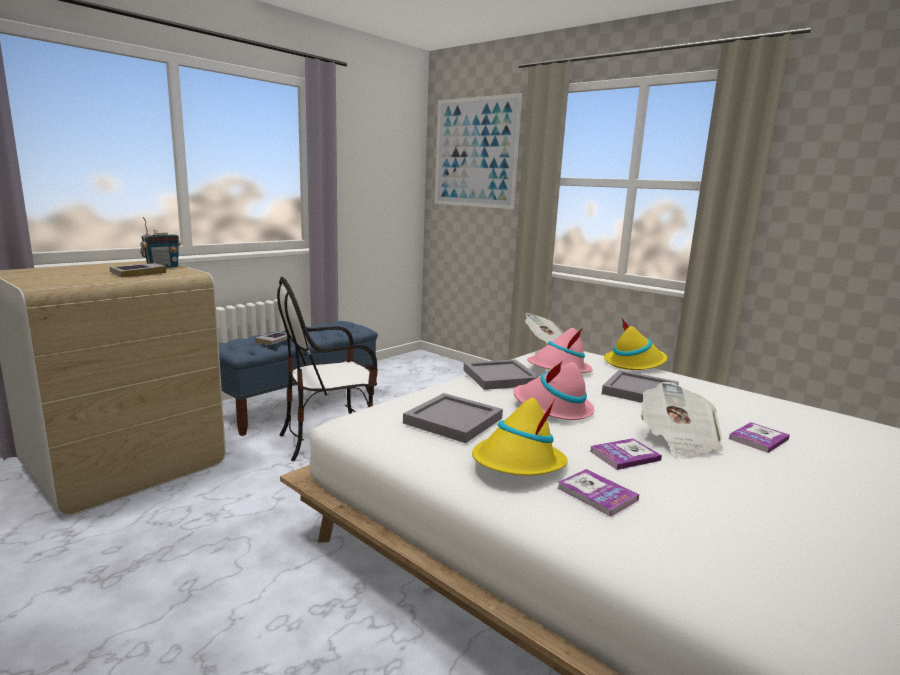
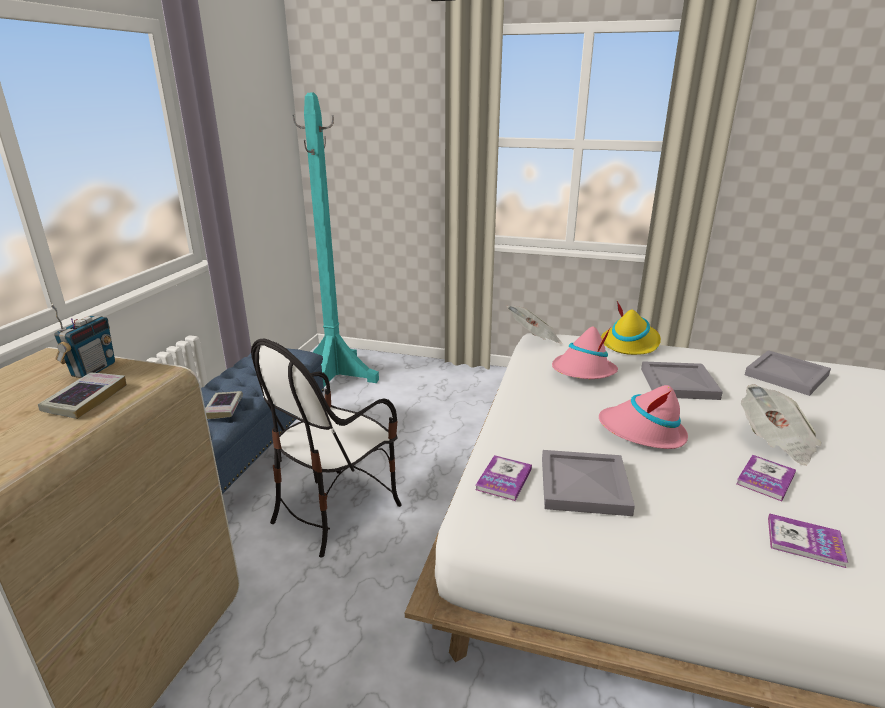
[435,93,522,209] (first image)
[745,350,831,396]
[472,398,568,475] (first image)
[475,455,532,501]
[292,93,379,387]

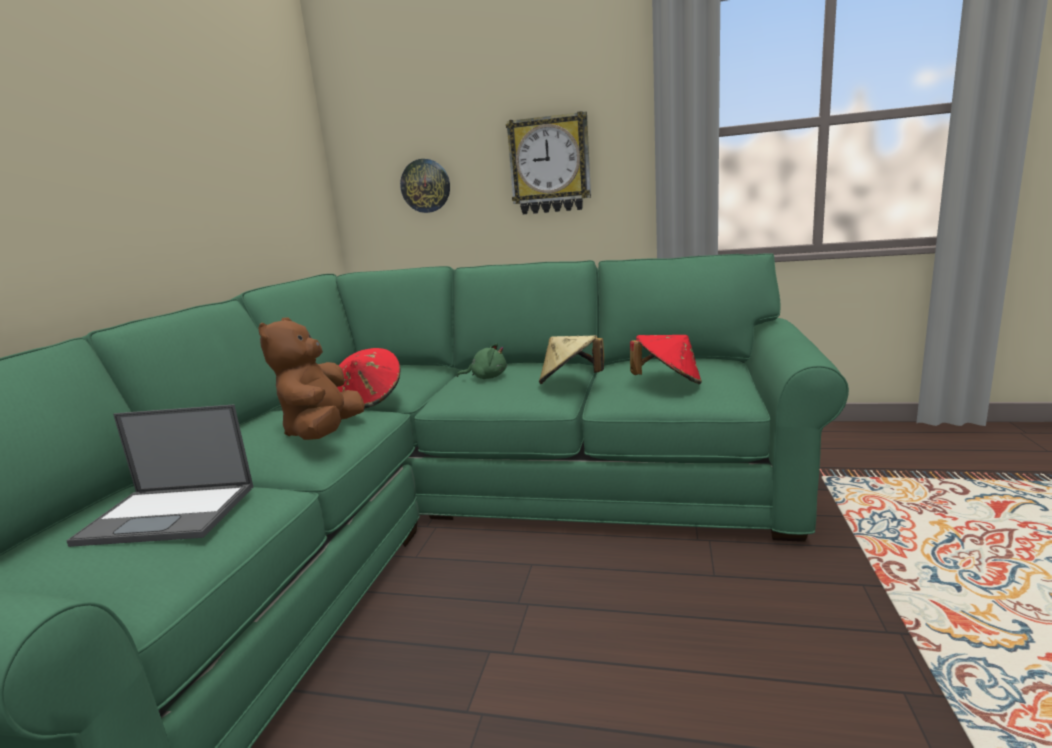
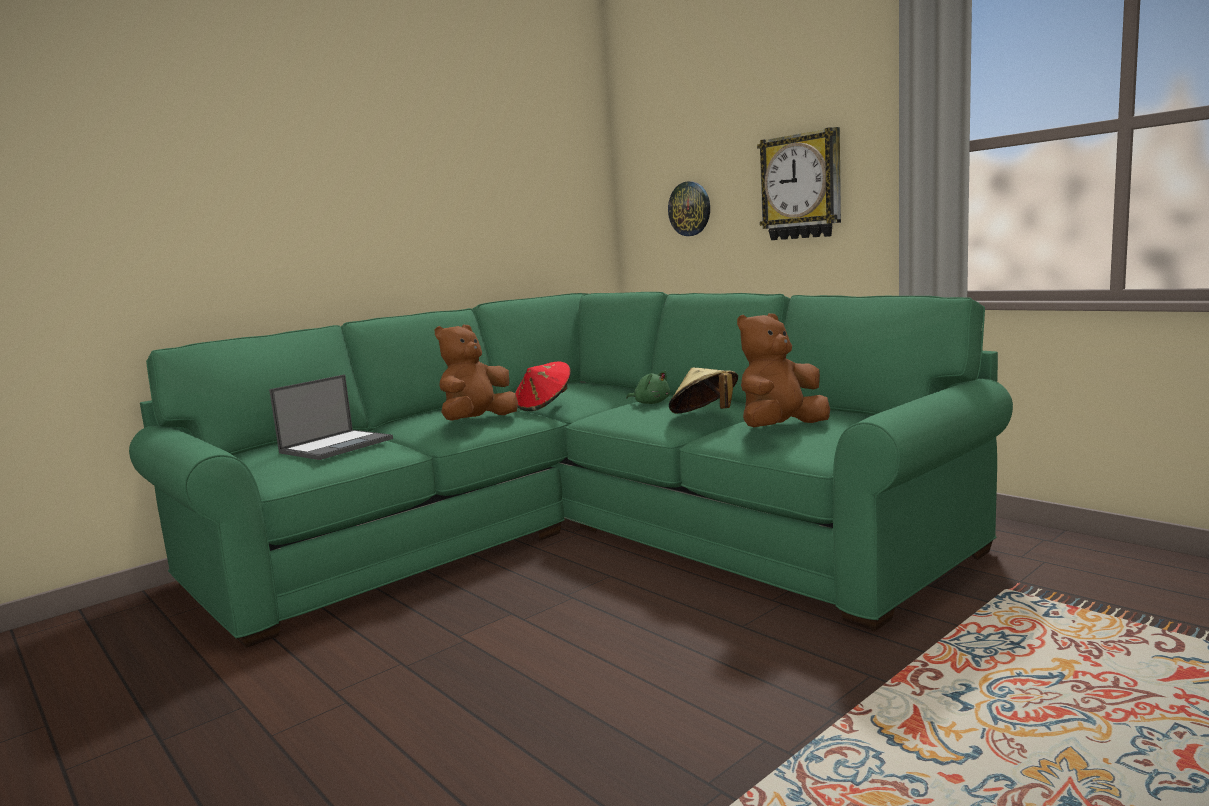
[269,374,393,460]
[737,313,830,427]

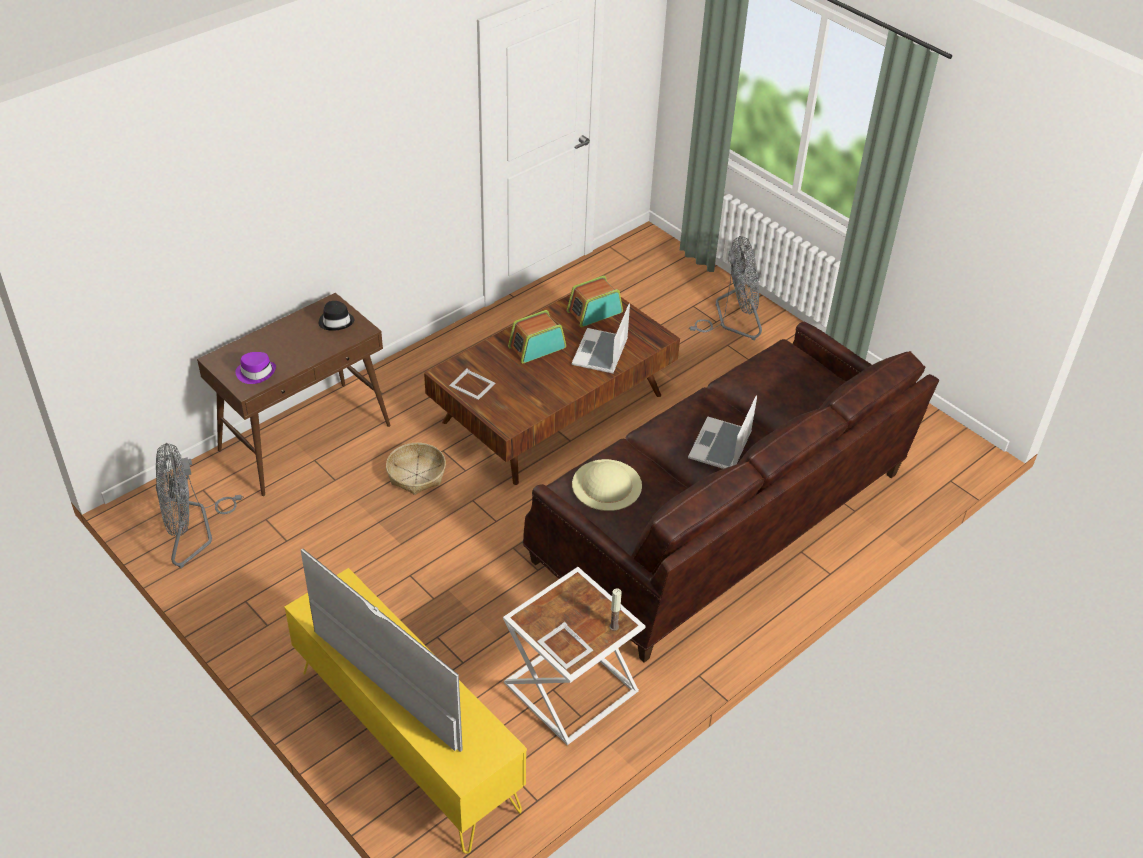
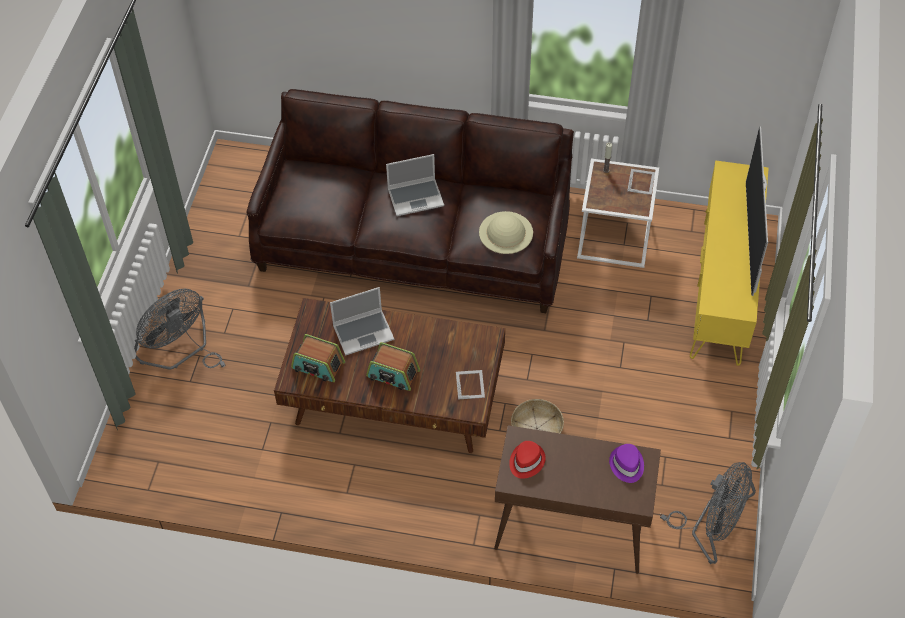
[509,441,546,479]

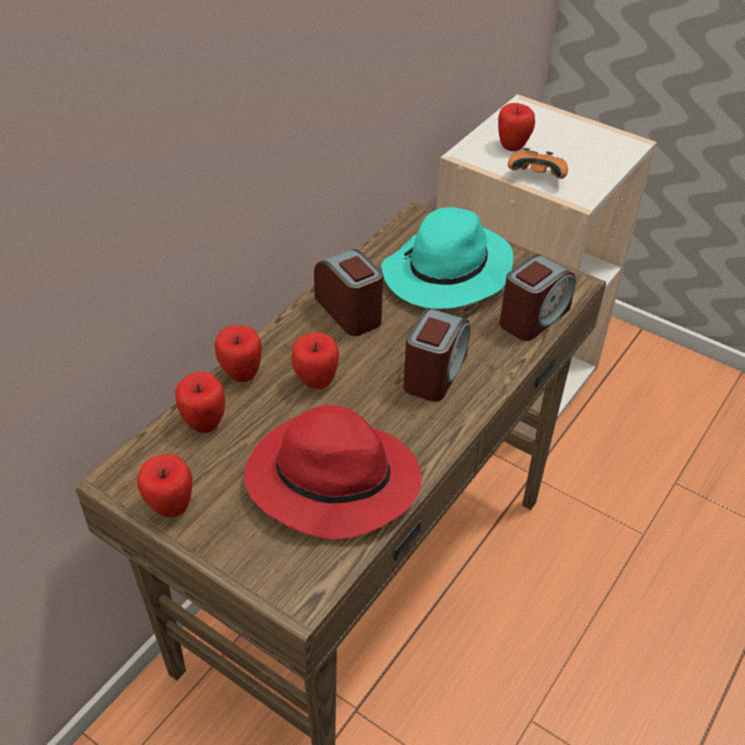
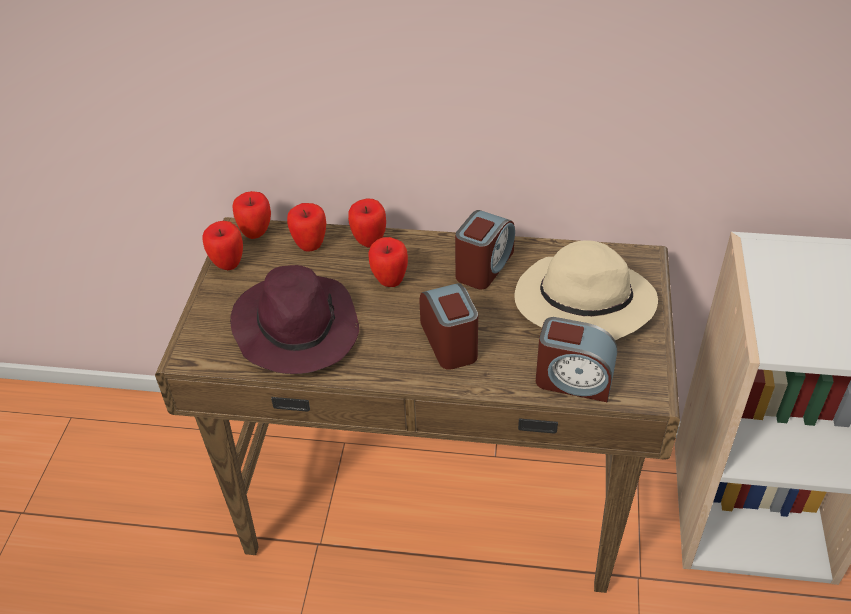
[230,265,359,374]
[514,241,658,340]
[420,283,478,370]
[232,191,271,239]
[508,148,568,179] (first image)

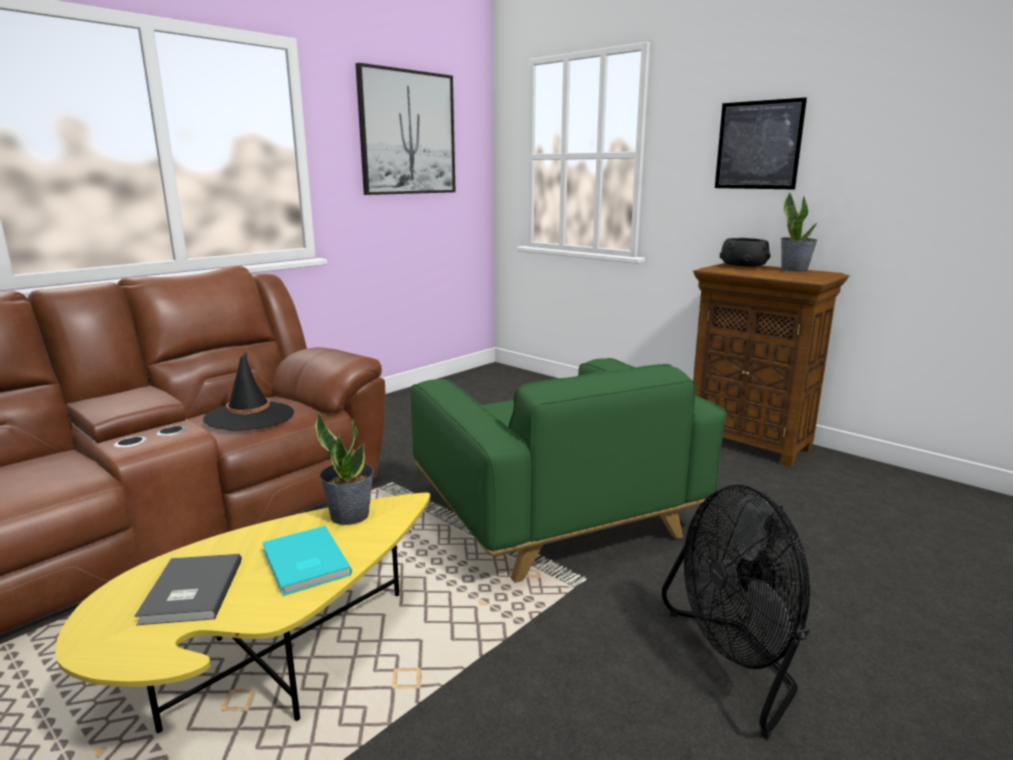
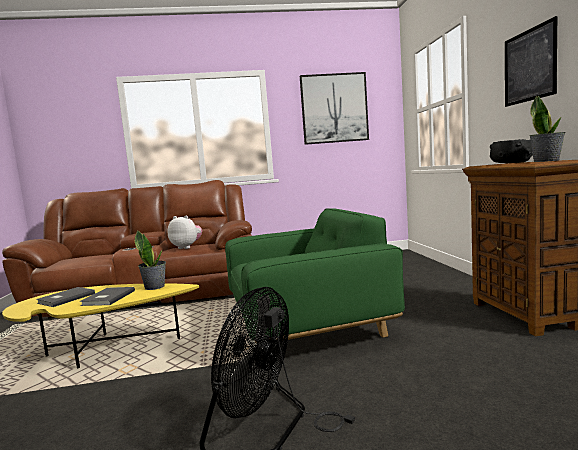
[167,216,202,249]
[80,287,135,306]
[225,208,405,344]

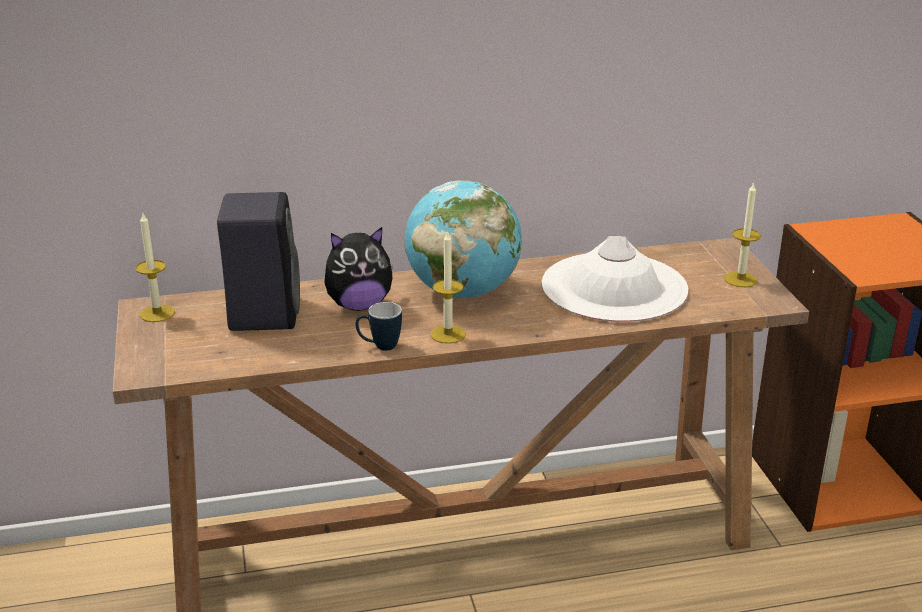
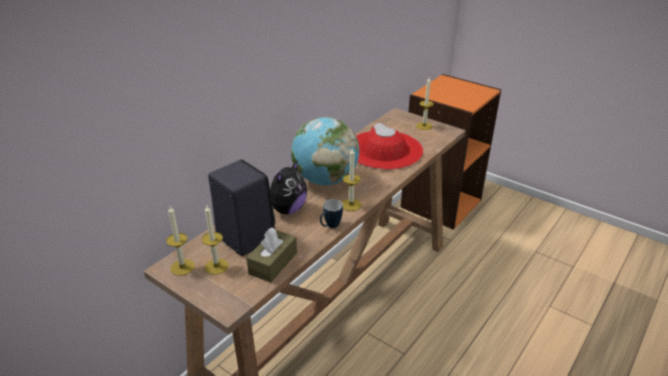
[356,123,423,170]
[202,205,229,275]
[247,227,297,283]

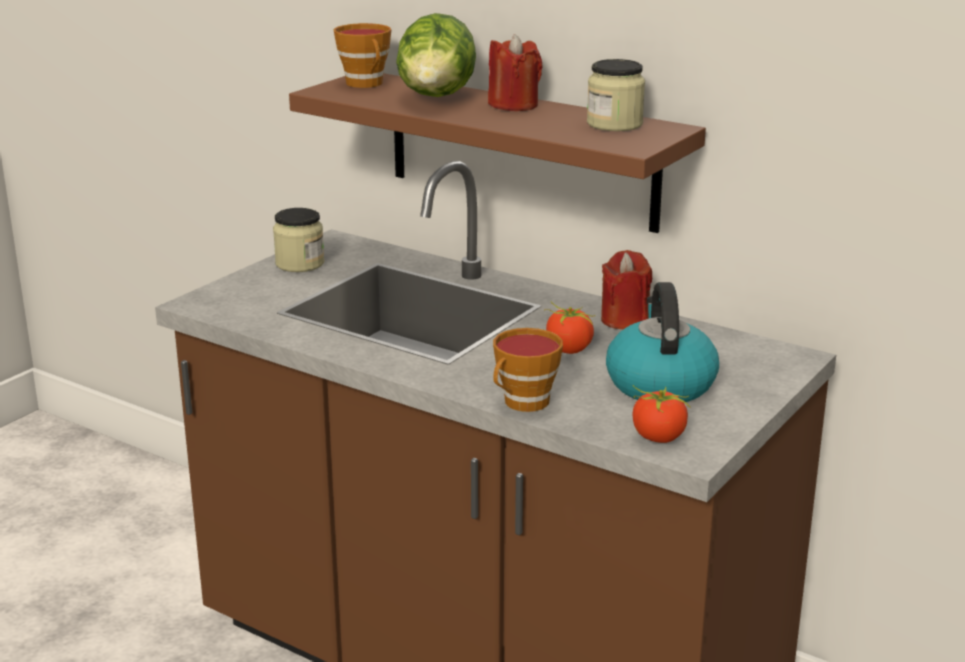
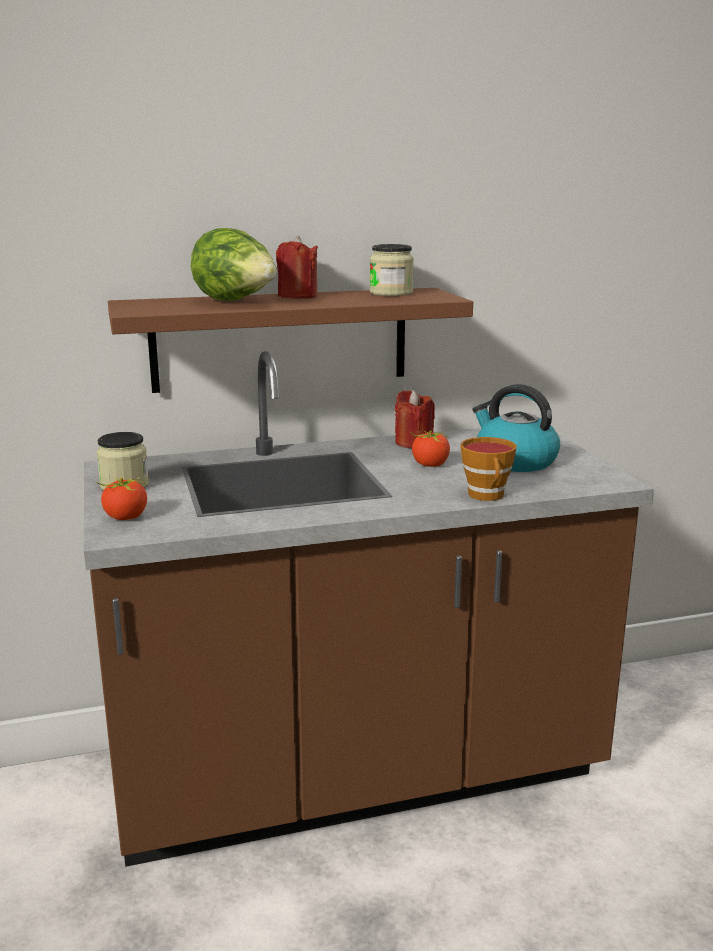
[334,23,391,88] (first image)
[96,477,147,520]

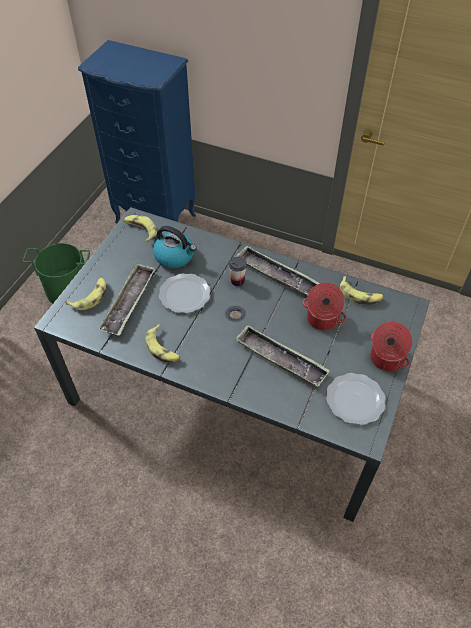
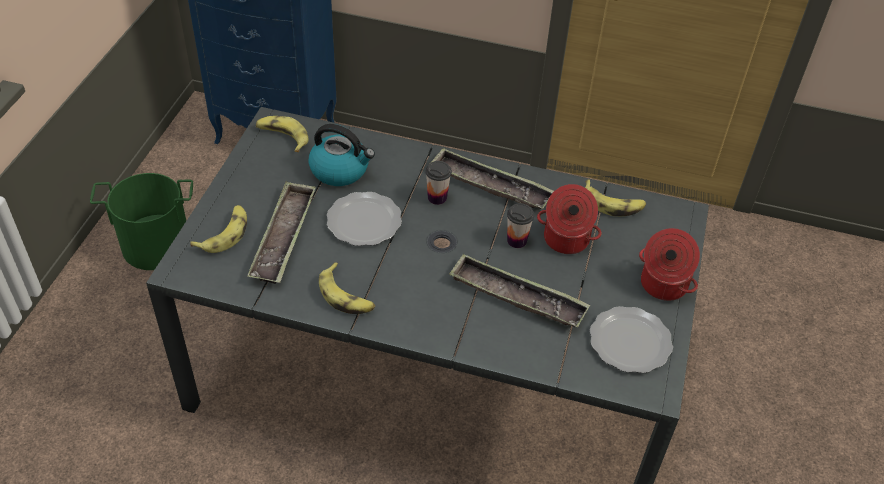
[507,203,534,248]

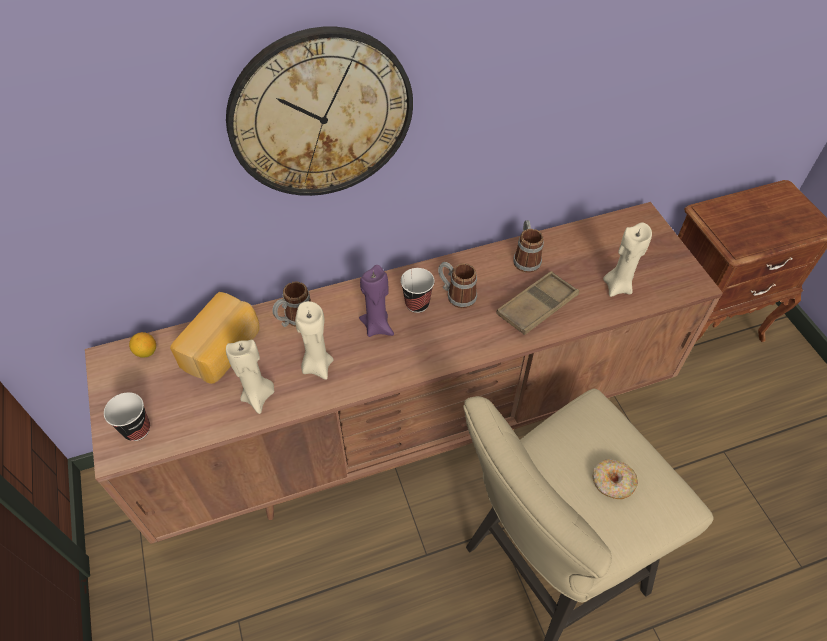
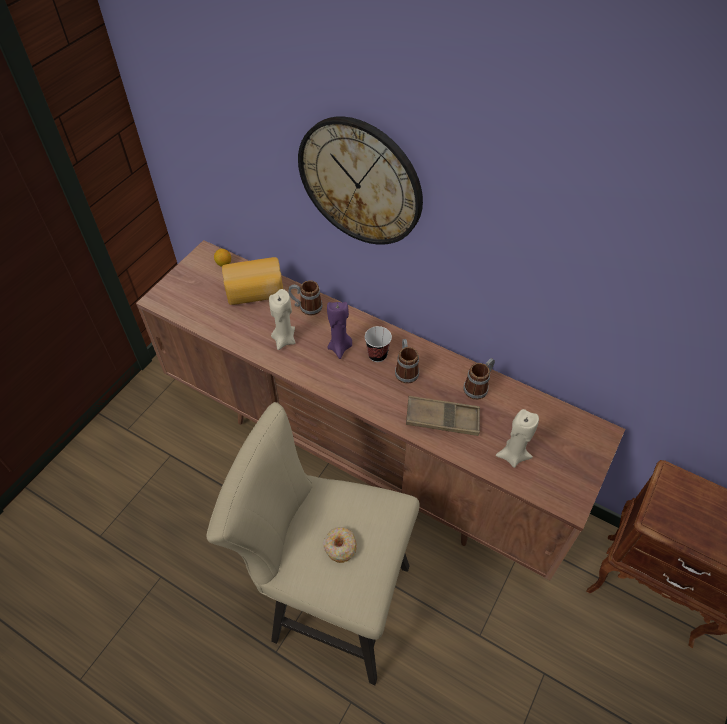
[104,392,150,441] (first image)
[226,339,274,414] (first image)

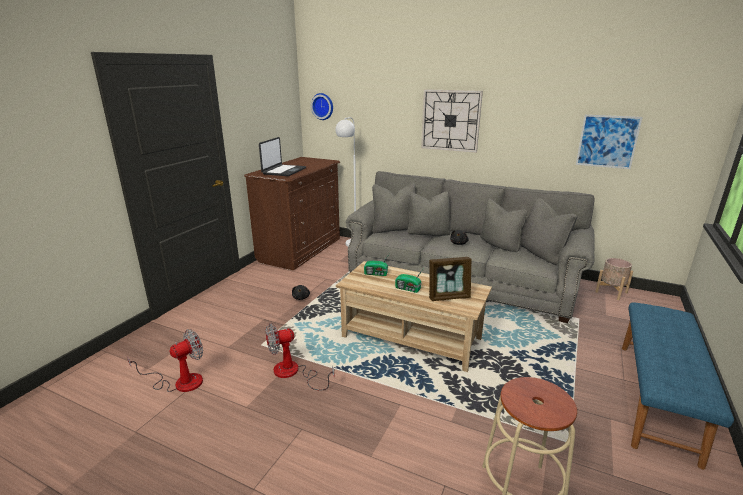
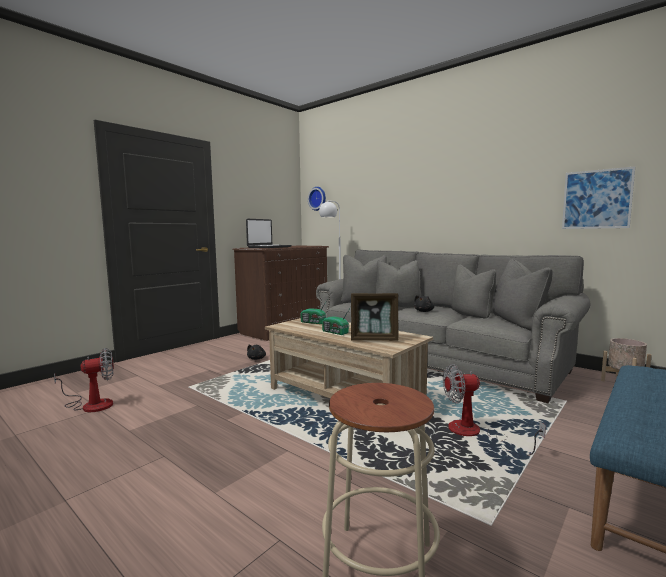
[443,364,546,456]
[421,89,483,153] (first image)

